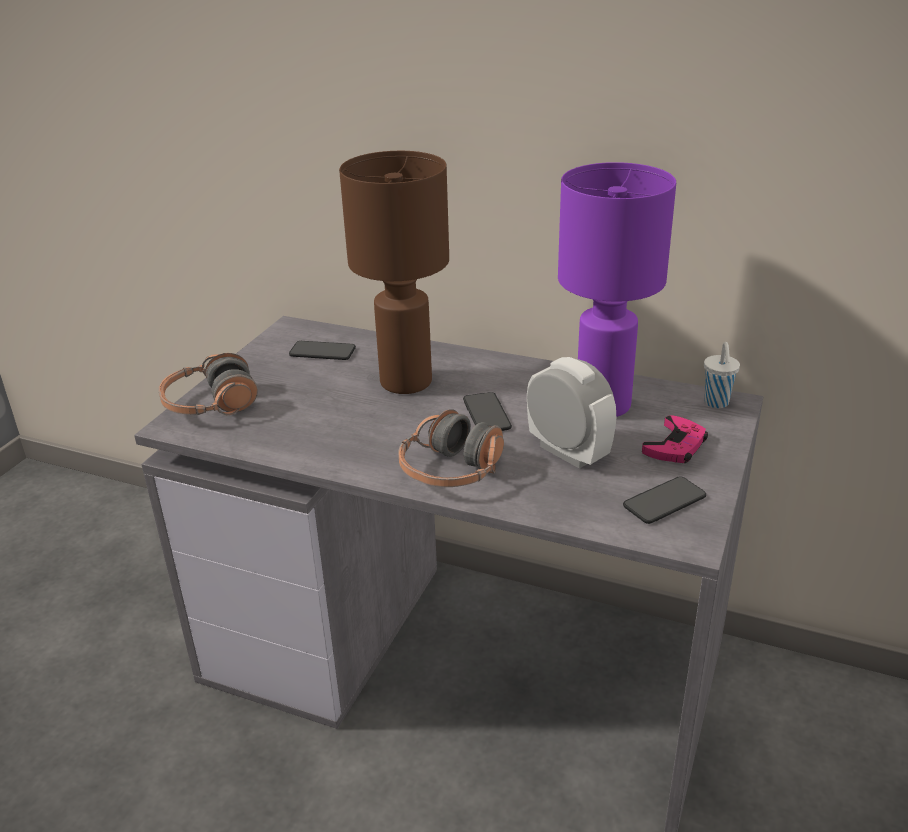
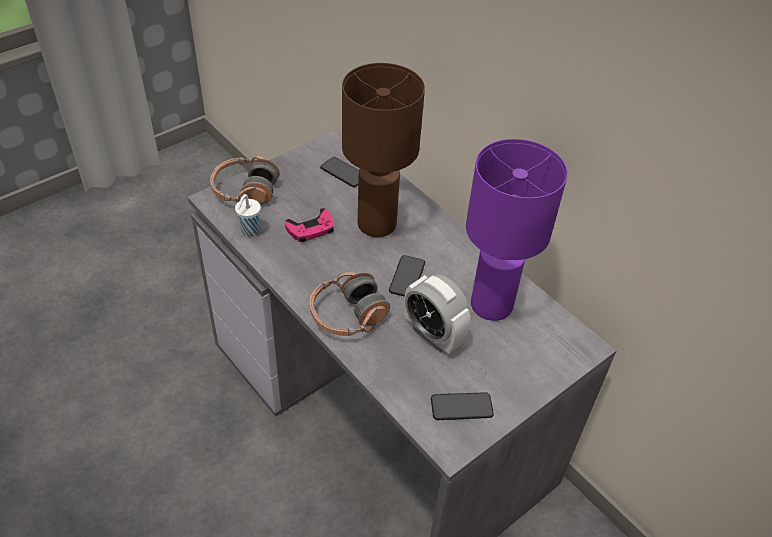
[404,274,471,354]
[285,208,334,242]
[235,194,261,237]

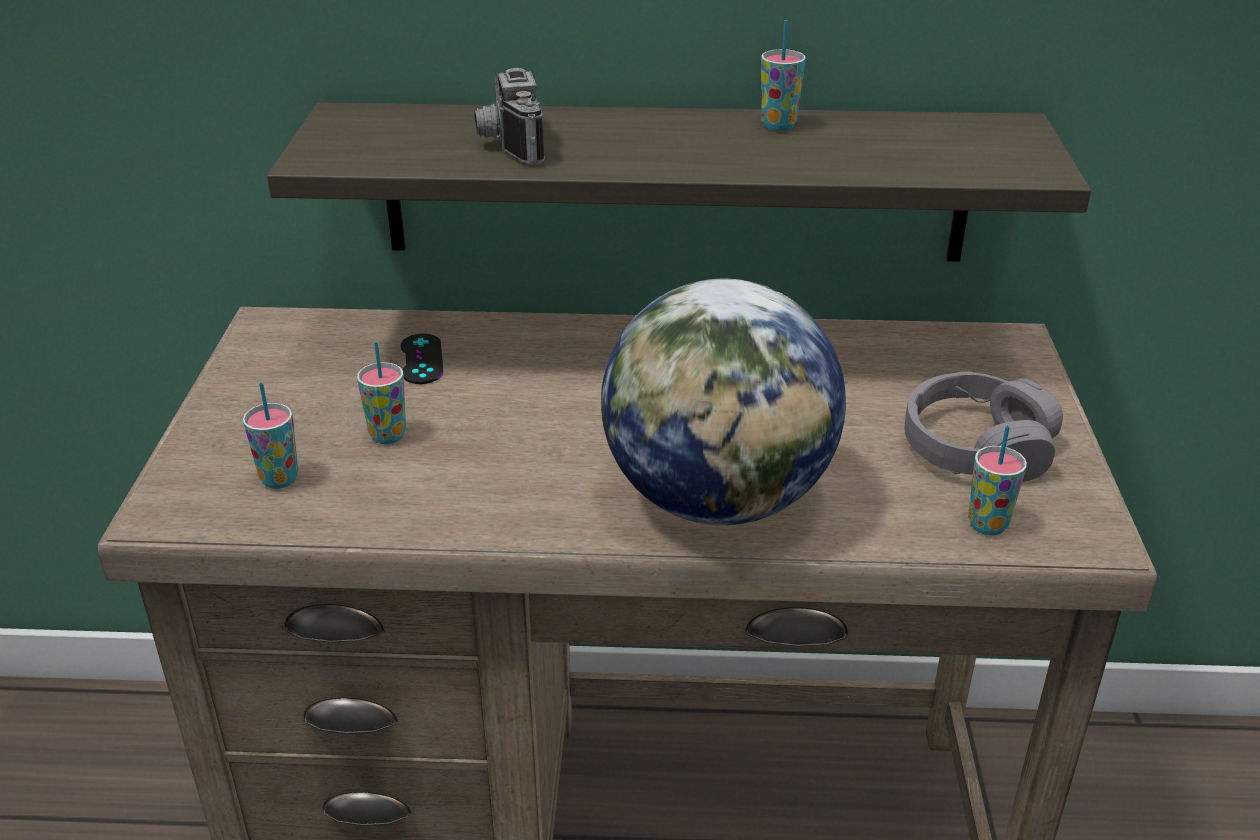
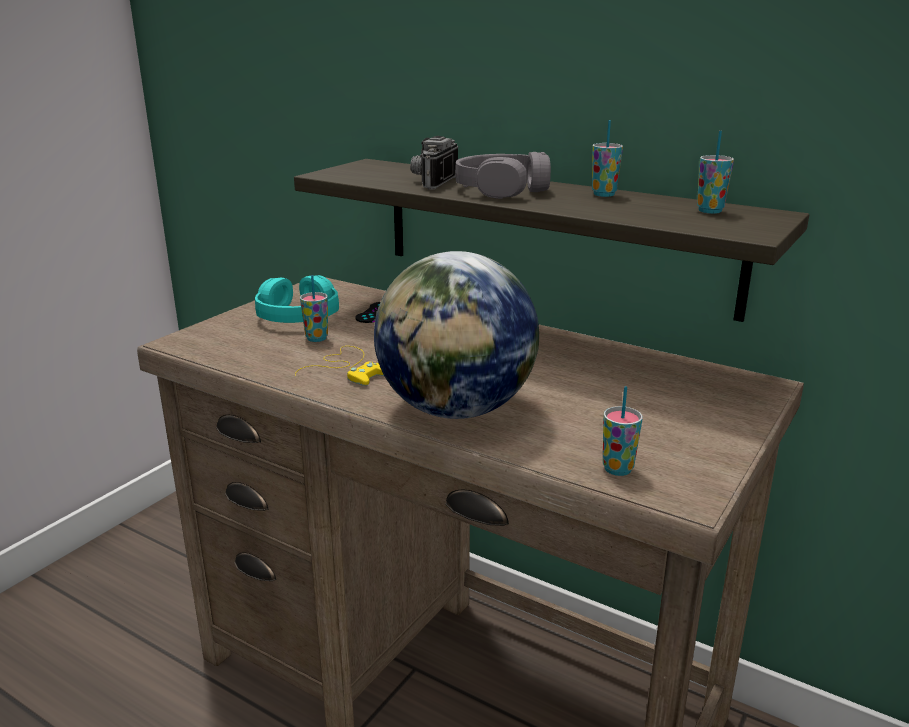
[697,131,734,214]
[455,152,551,199]
[255,275,339,323]
[295,346,384,386]

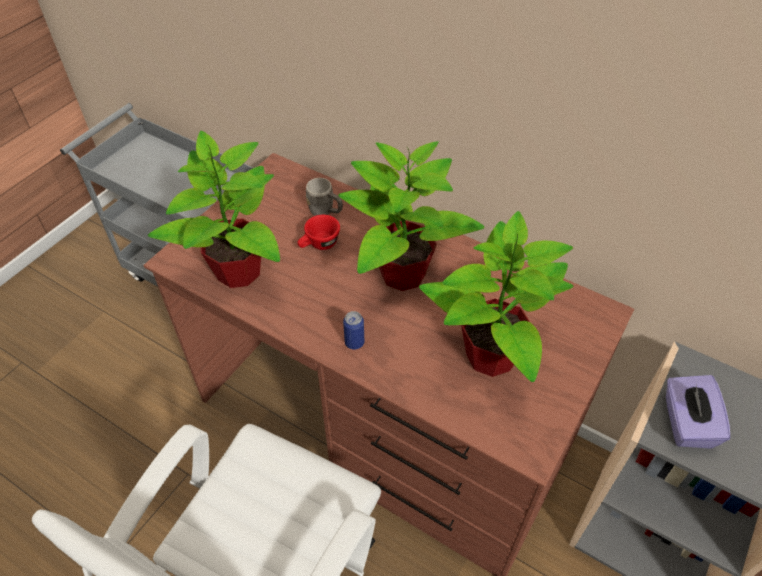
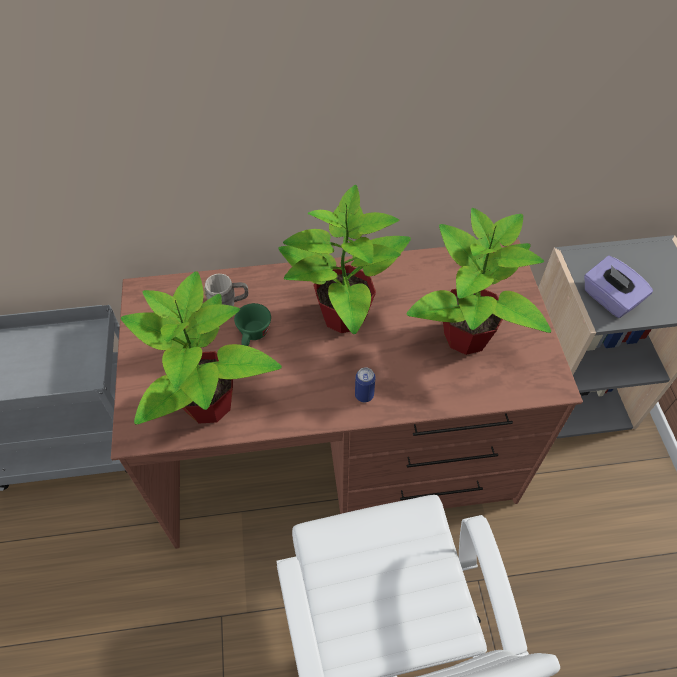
[234,303,271,346]

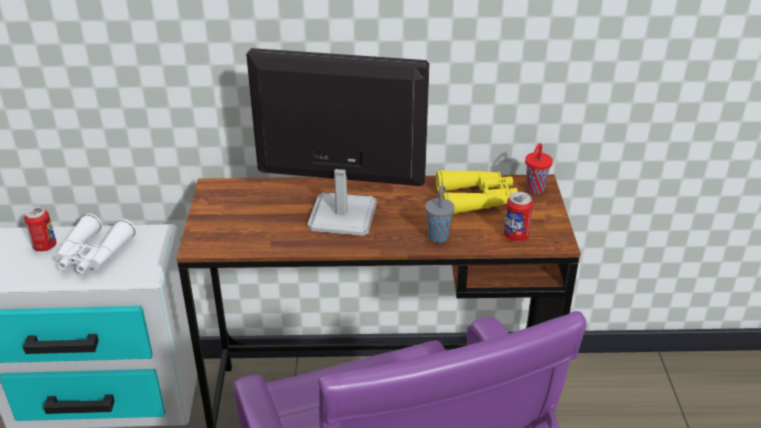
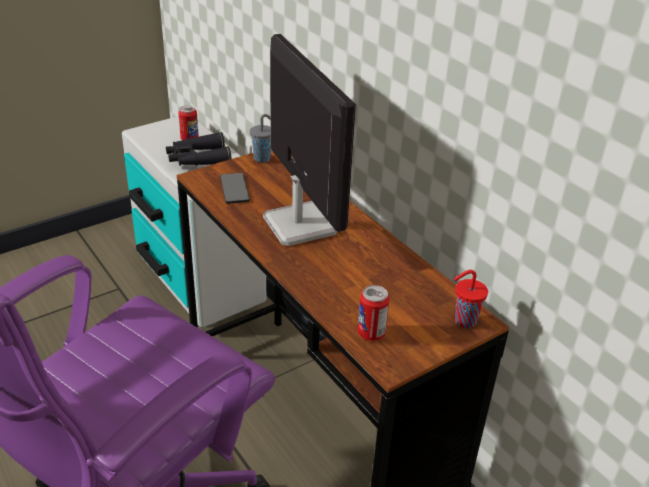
[166,132,232,166]
[250,114,271,163]
[436,170,518,214] (first image)
[220,173,250,204]

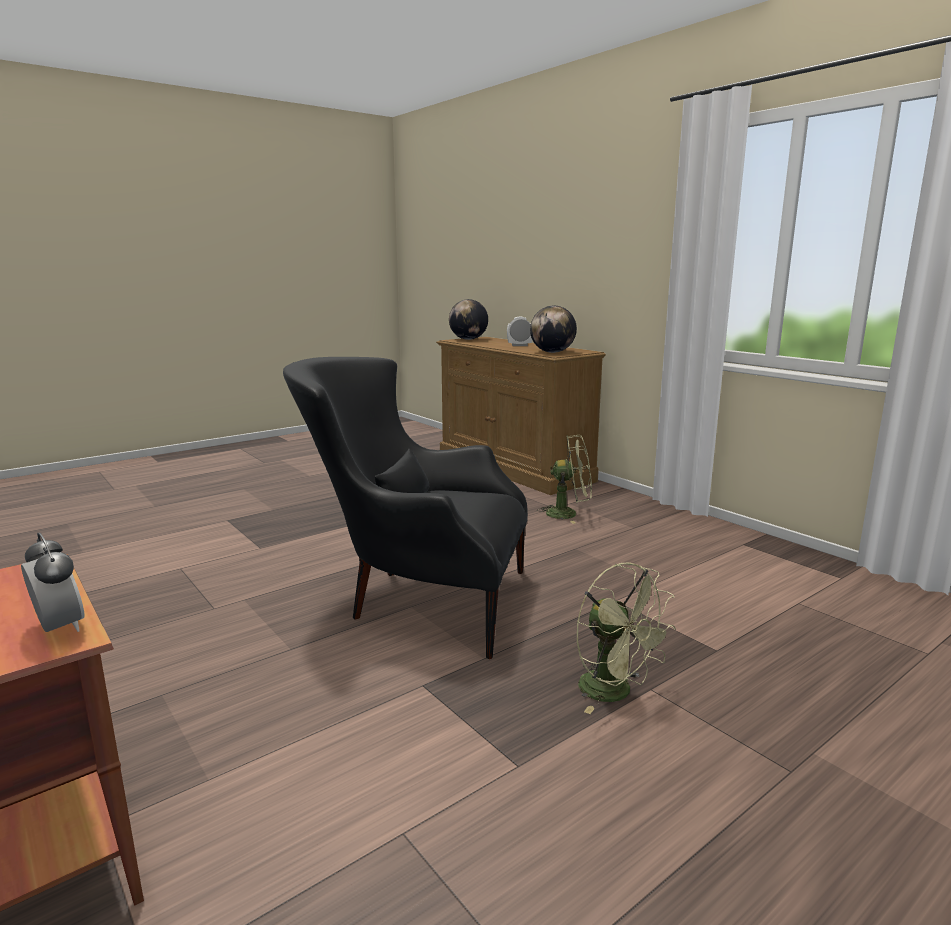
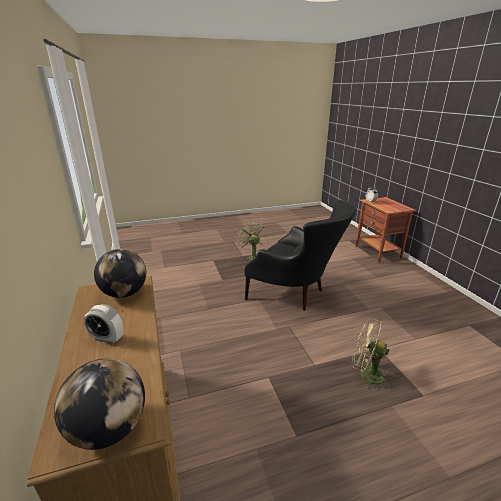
[352,318,392,391]

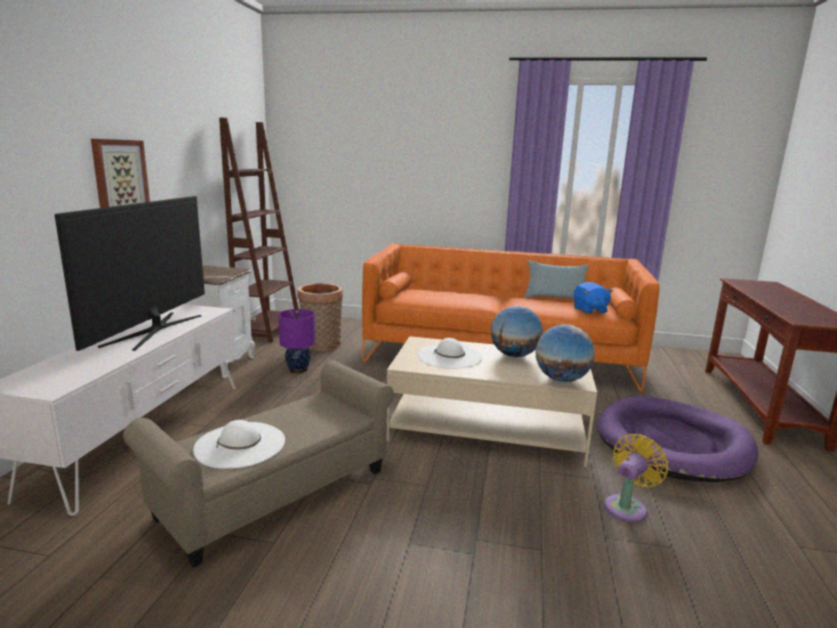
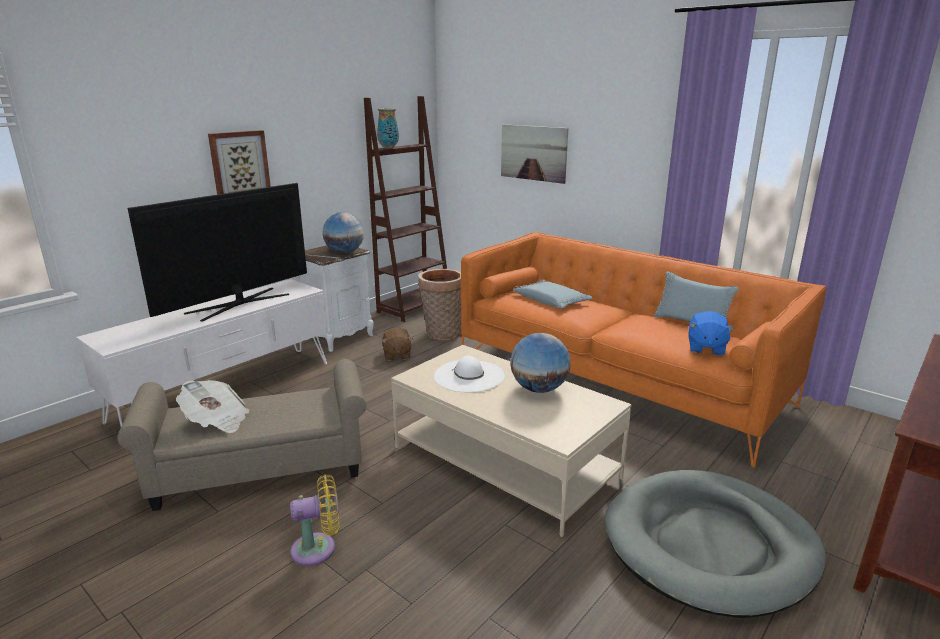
[176,380,250,433]
[381,328,413,361]
[323,212,364,254]
[605,470,826,618]
[290,474,340,566]
[377,108,399,149]
[501,124,568,184]
[513,280,592,309]

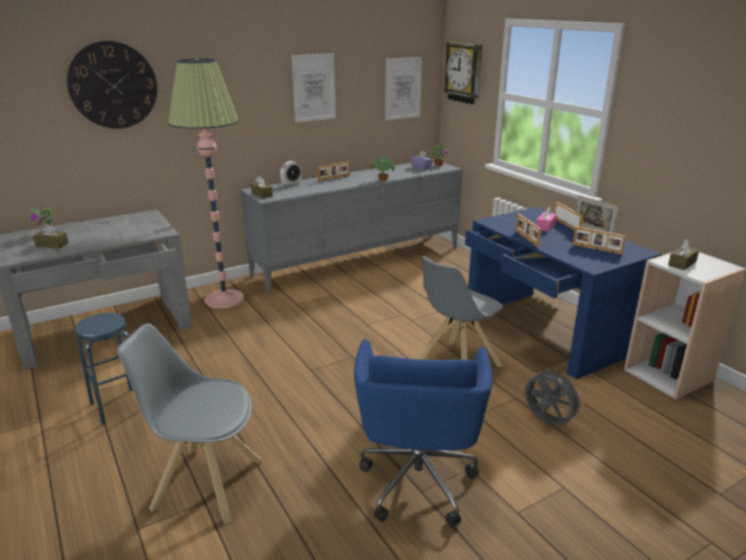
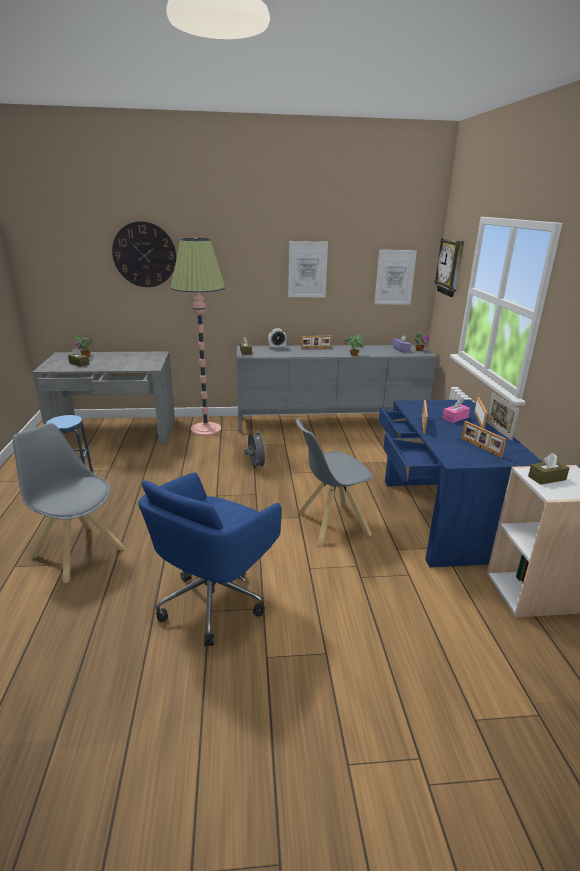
[244,430,268,469]

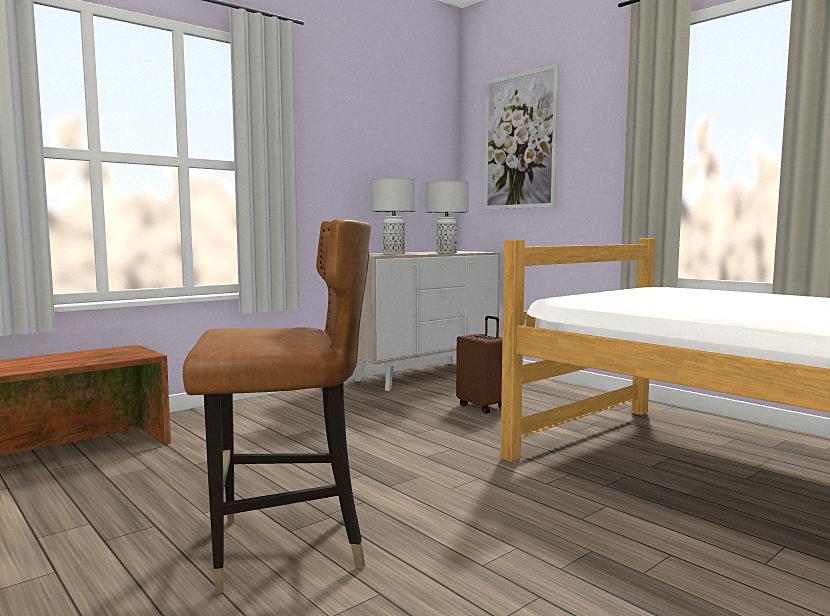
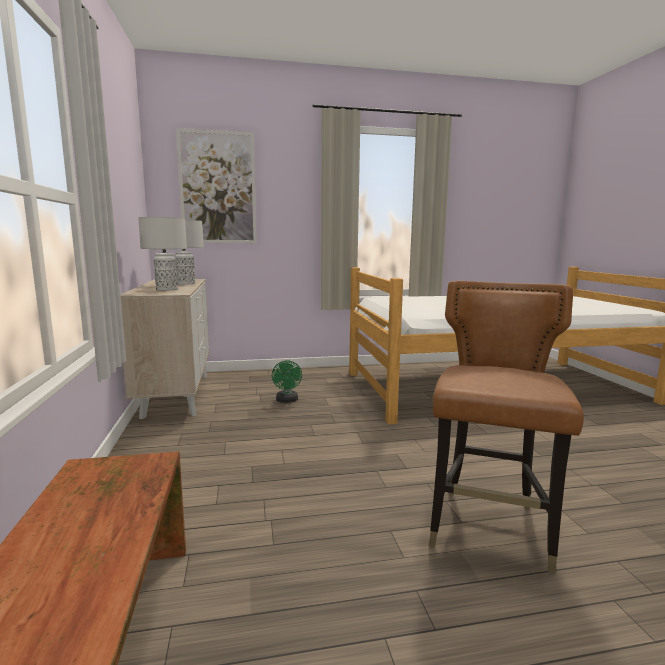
[272,360,302,403]

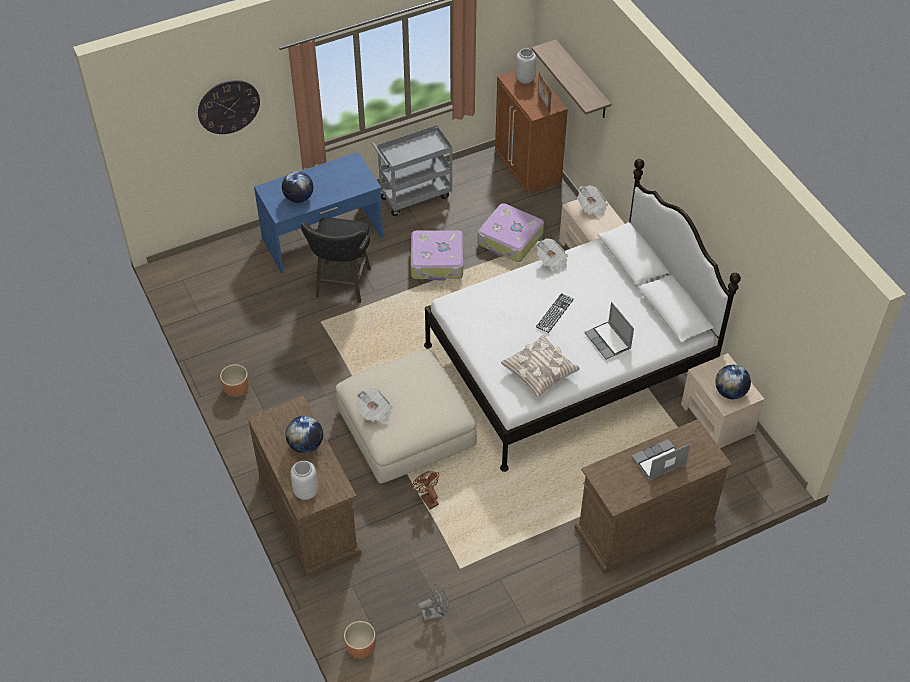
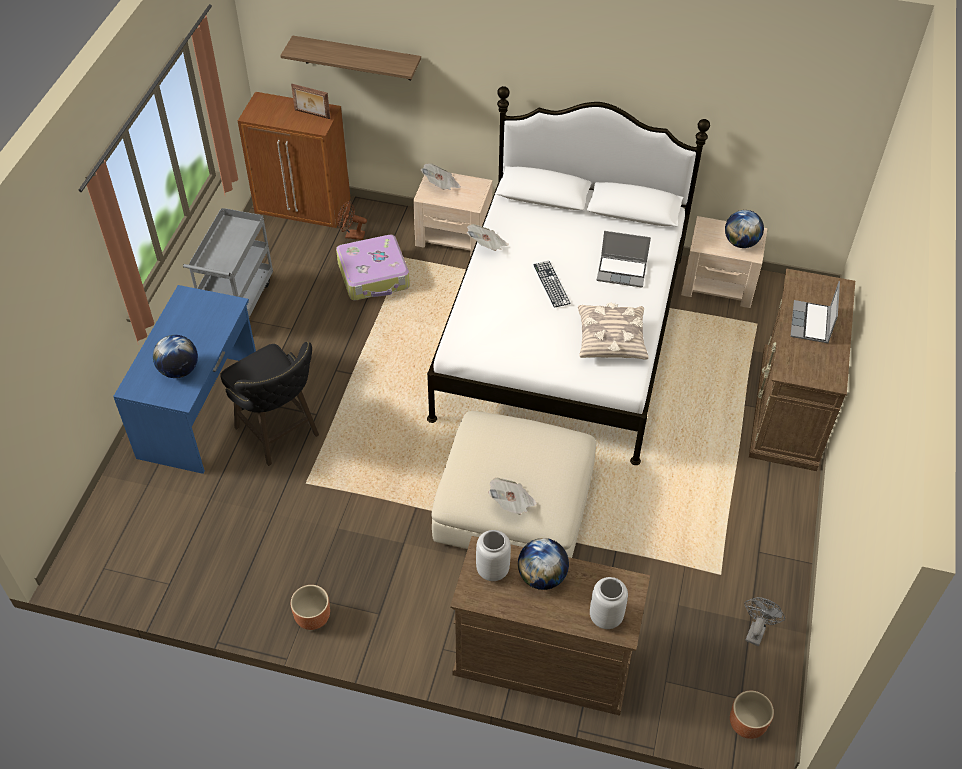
[198,80,260,134] (first image)
[411,230,463,281] (first image)
[338,201,367,240]
[476,530,511,581]

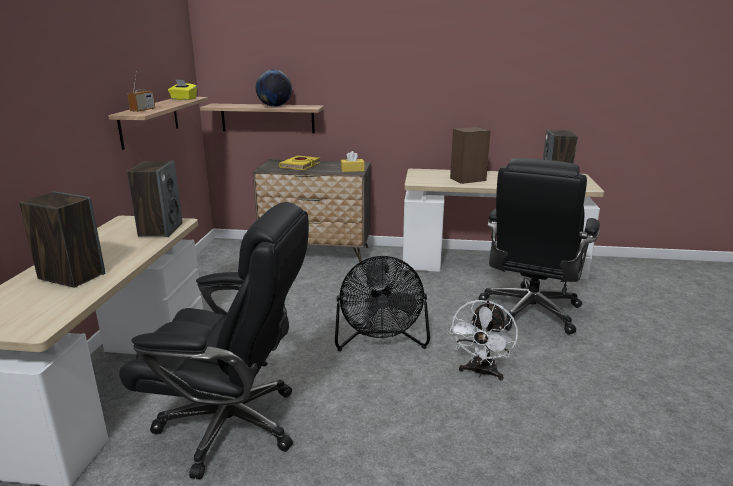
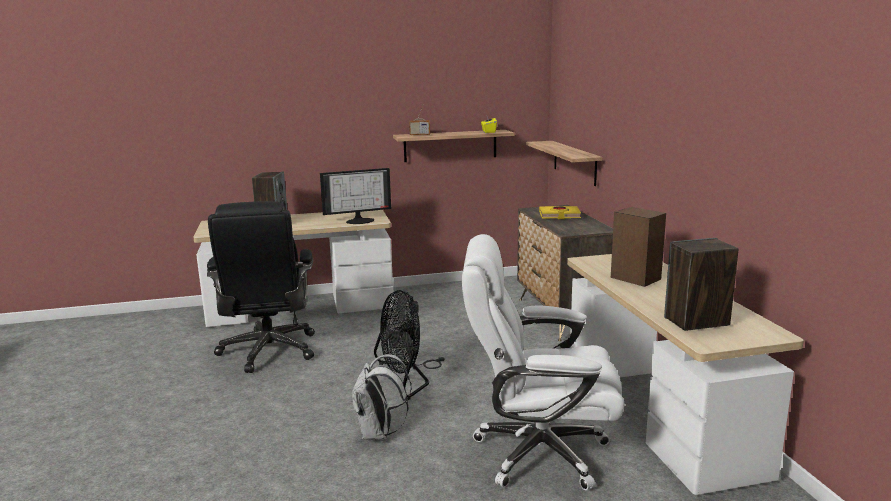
[320,168,391,224]
[256,69,292,107] (first image)
[341,151,365,172] (first image)
[352,354,412,440]
[462,234,624,490]

